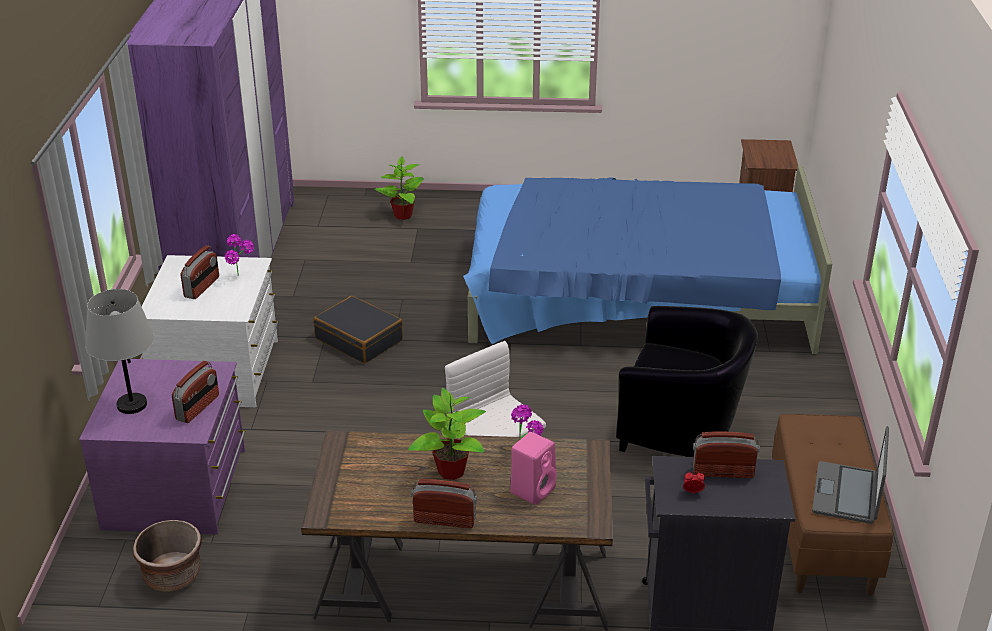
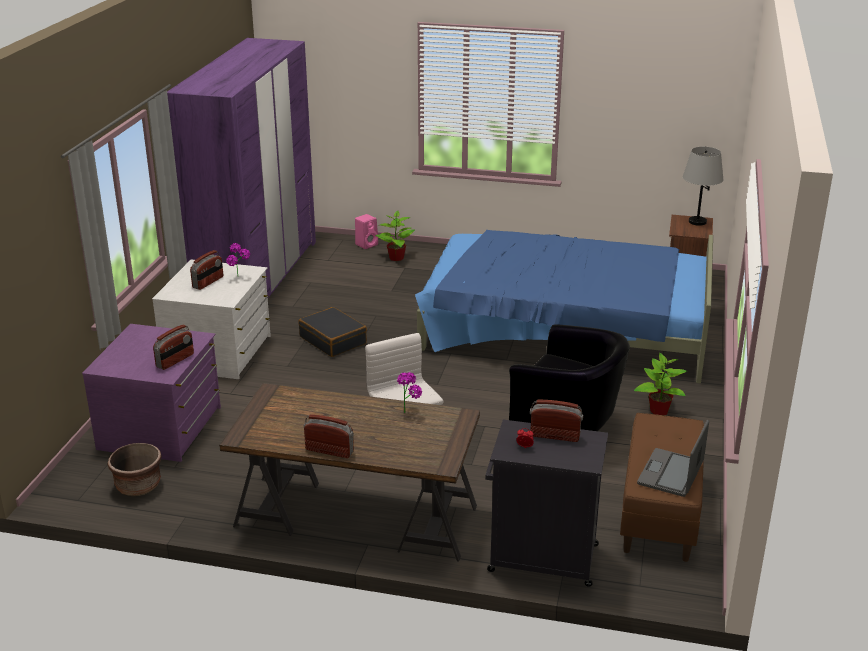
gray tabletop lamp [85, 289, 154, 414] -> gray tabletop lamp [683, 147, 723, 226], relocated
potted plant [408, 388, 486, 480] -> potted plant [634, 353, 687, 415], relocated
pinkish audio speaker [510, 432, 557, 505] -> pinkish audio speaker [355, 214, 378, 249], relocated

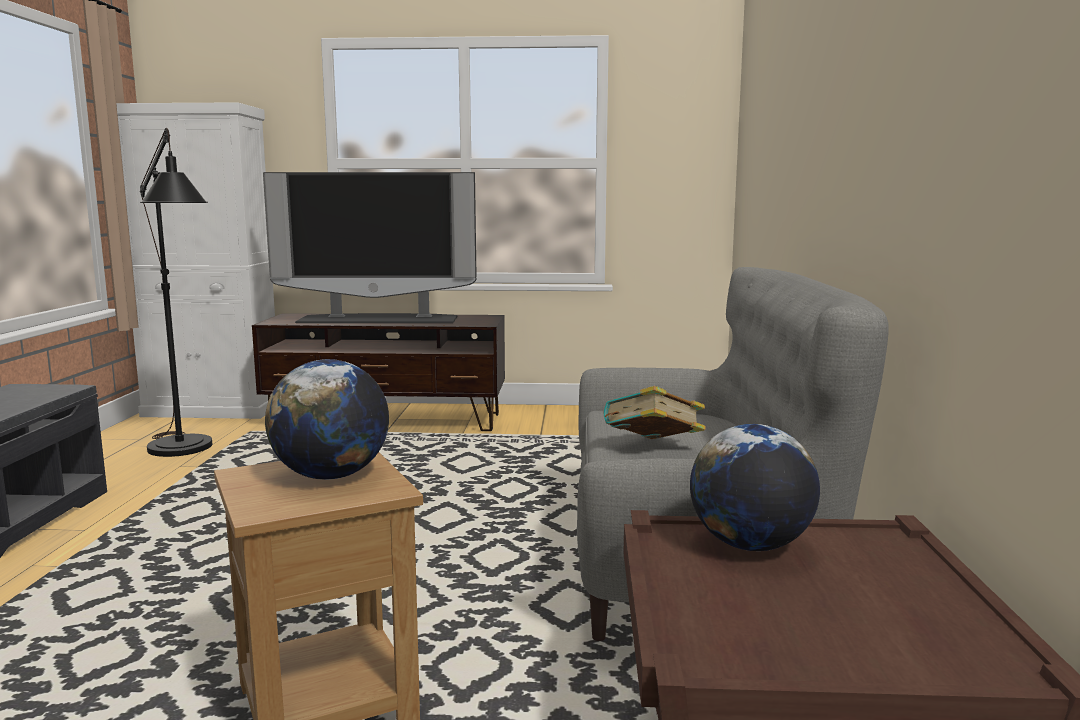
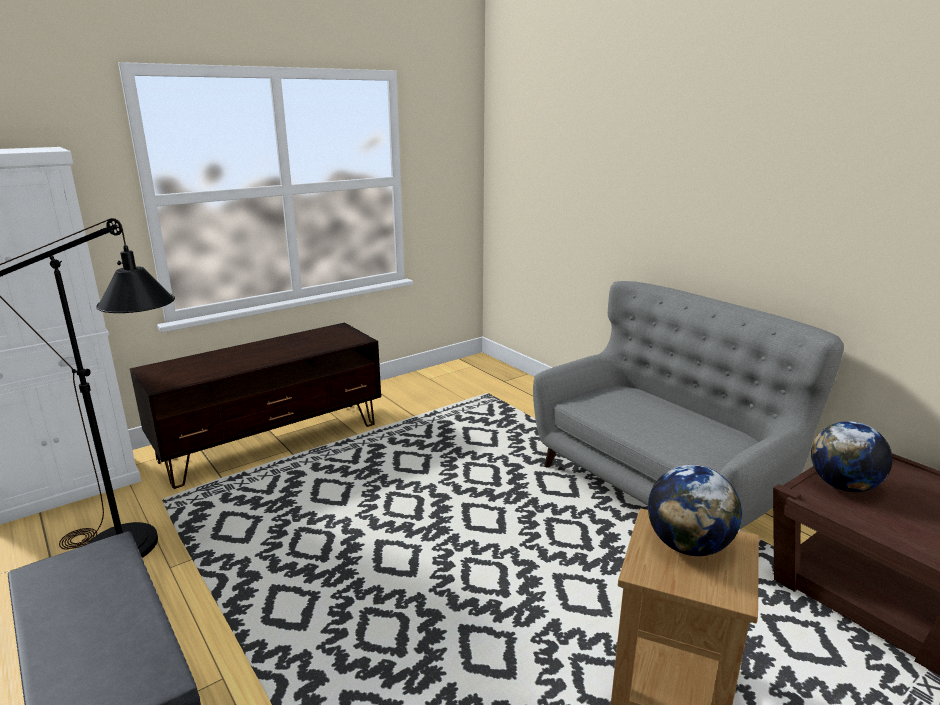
TV [263, 172, 477, 323] -> none
book [604, 386, 706, 439] -> none

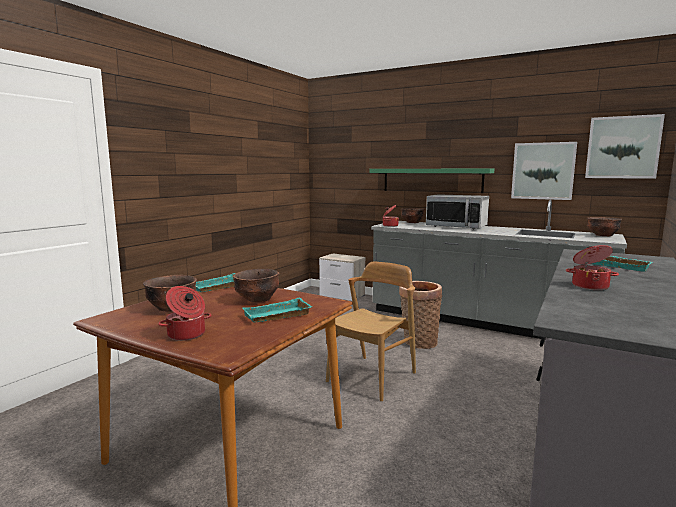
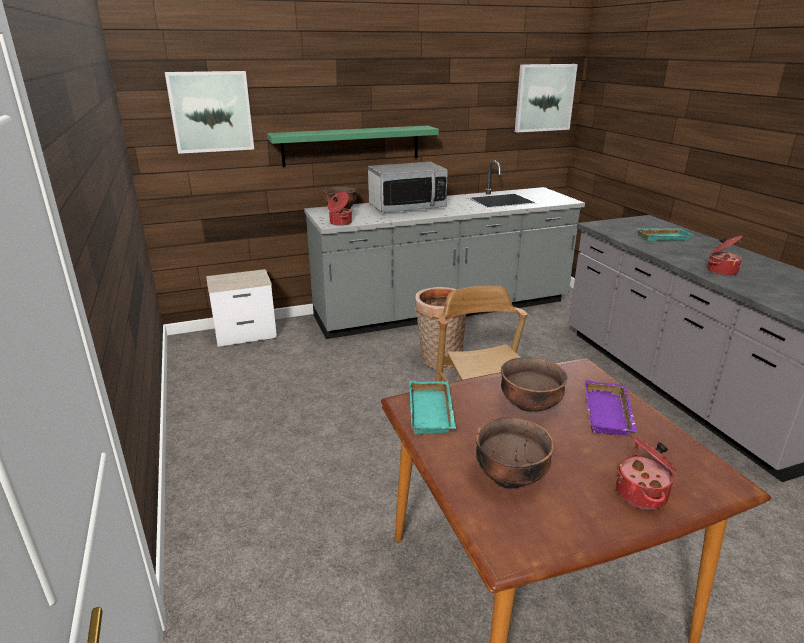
wall picture [511, 142, 577, 200] -> wall picture [165, 71, 254, 154], relocated
brown deep dish [587, 217, 622, 236] -> none
turquoise-coloured serving tray [243, 298, 312, 323] -> purple serving tray [585, 380, 637, 435]

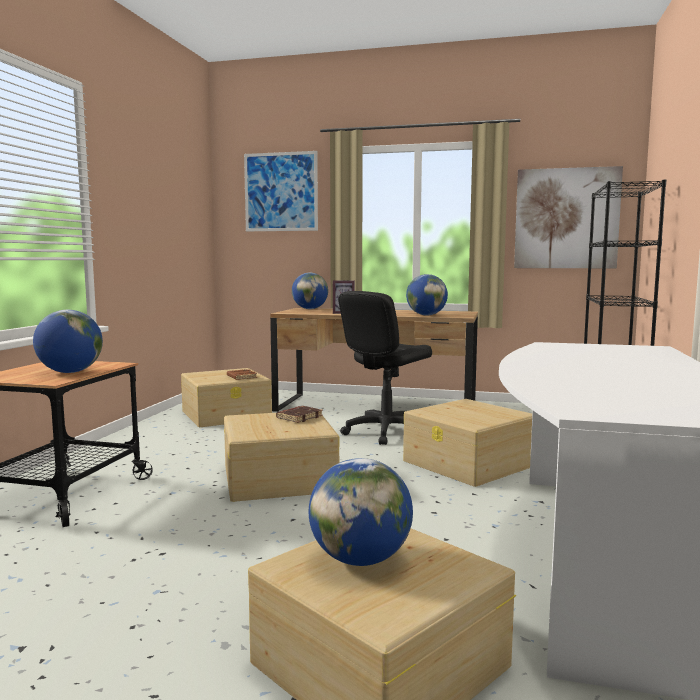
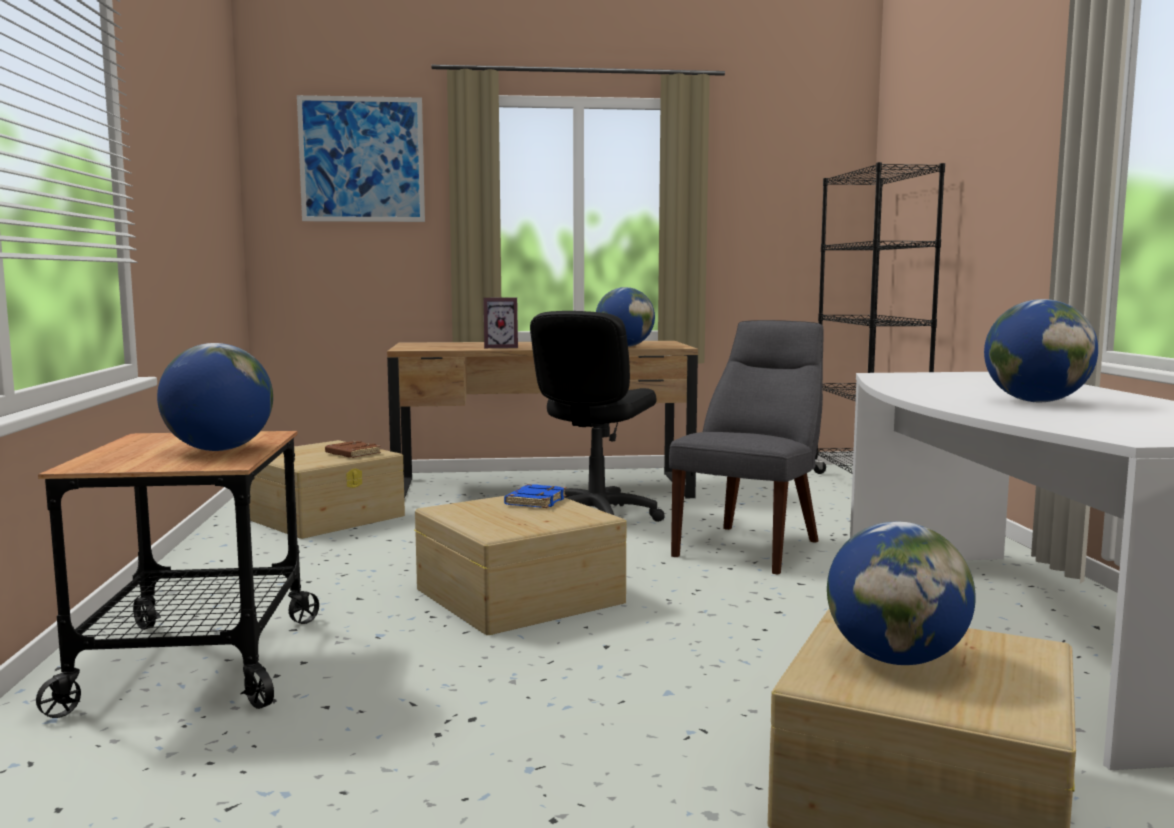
wall picture [514, 166, 623, 268] -> none
world globe [292, 273, 328, 309] -> world globe [984, 299, 1098, 402], relocated
beige storage box [403, 399, 532, 487] -> gray chair [669, 320, 823, 574]
brown book [276, 406, 323, 423] -> blue book [504, 484, 567, 508]

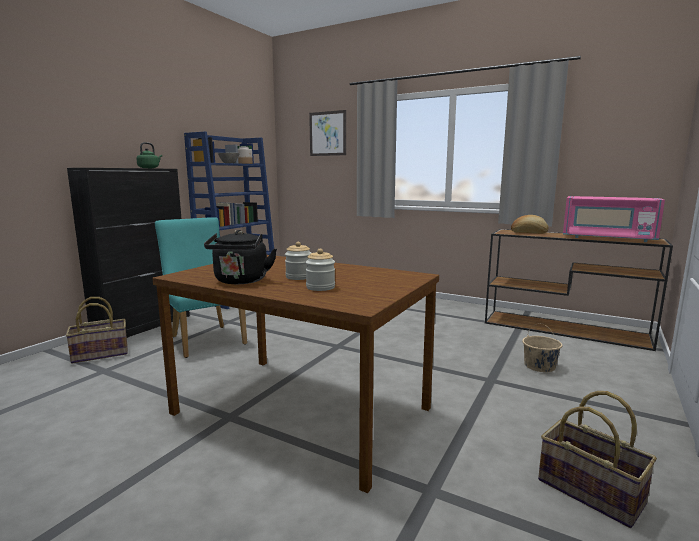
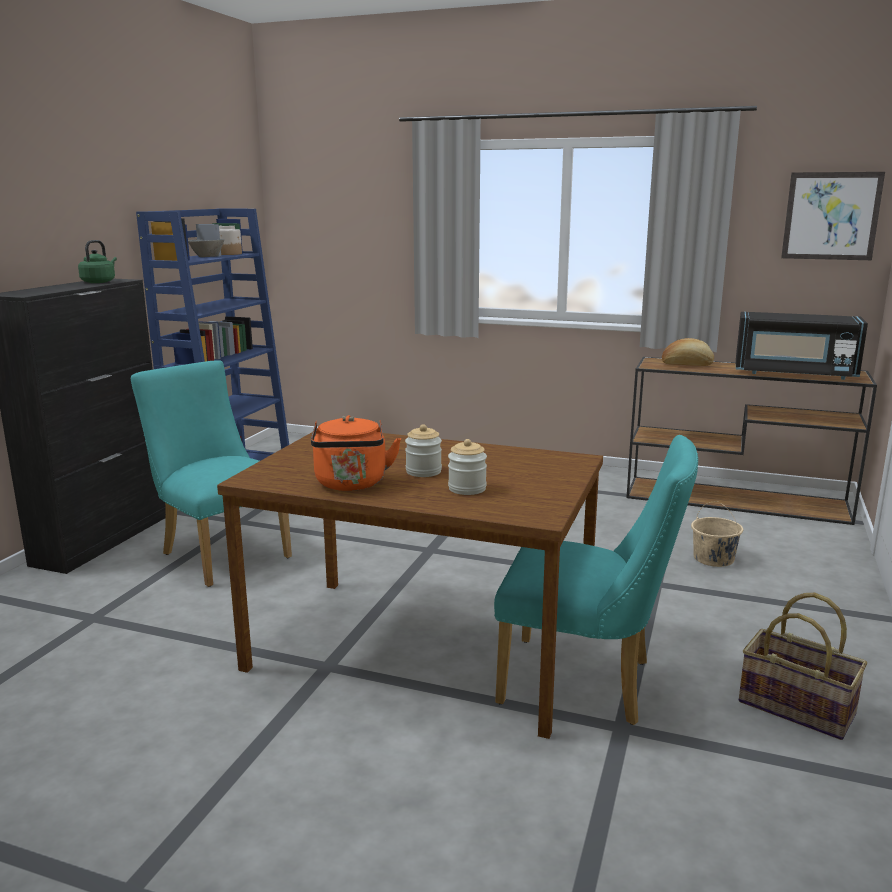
wall picture [309, 110, 346, 156] -> wall picture [781, 172, 885, 260], relocated
pinkish microwave oven [563, 196, 665, 242] -> blackish microwave oven [736, 312, 868, 380]
blackish kettle [204, 230, 277, 284] -> orangey kettle [311, 415, 401, 491]
basket [65, 297, 128, 363] -> none
none -> turquoise-coloured chair [494, 435, 698, 725]

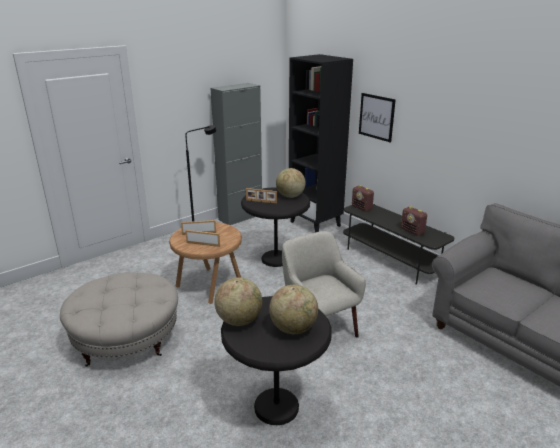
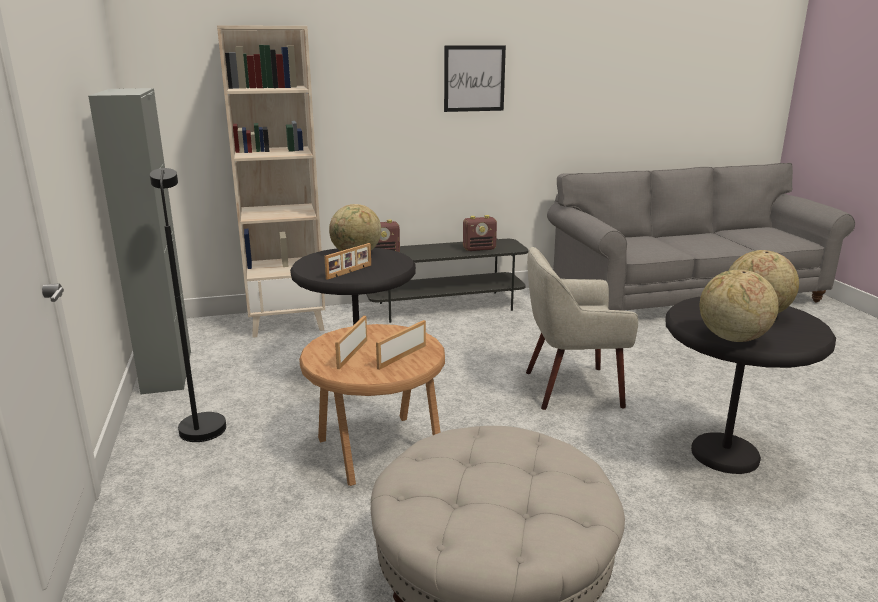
blackish bookcase [289, 54, 353, 232] -> beige bookcase [217, 25, 325, 338]
wall picture [359, 93, 396, 142] -> wall picture [444, 46, 506, 112], relocated

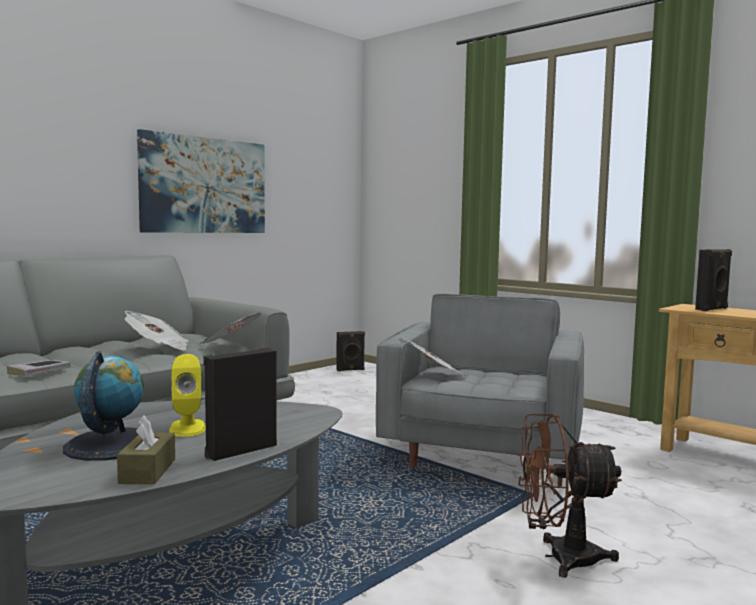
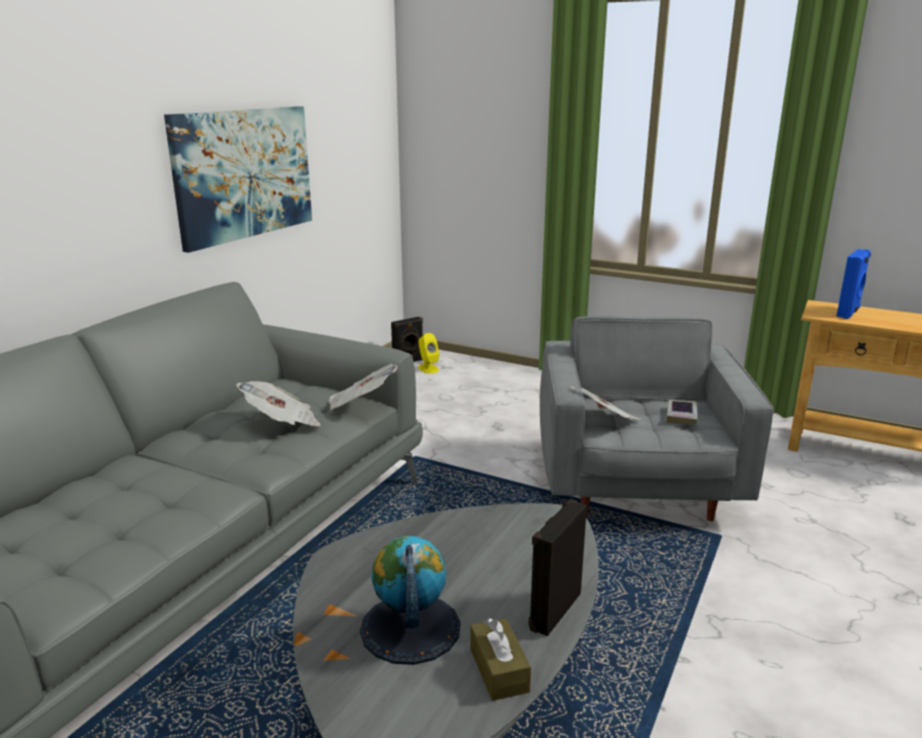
blackish audio speaker [695, 249, 732, 311] -> blue audio speaker [836, 249, 871, 319]
yellowish audio speaker [169, 354, 206, 437] -> yellowish audio speaker [418, 333, 440, 374], relocated
book [7, 360, 71, 376] -> book [667, 400, 697, 425], relocated
brown electric fan [518, 414, 622, 578] -> none

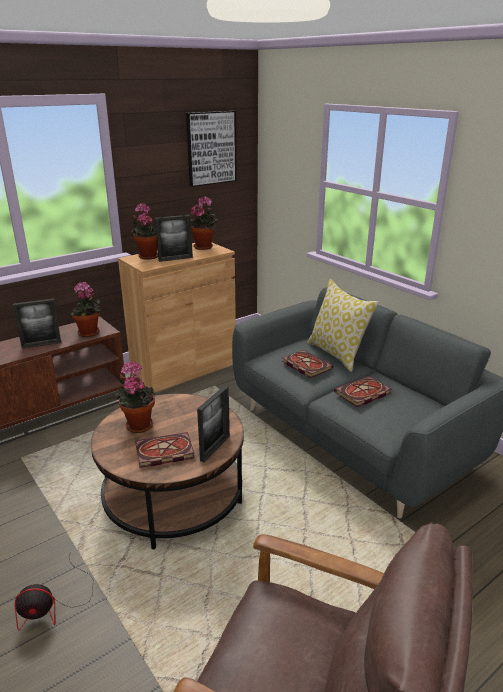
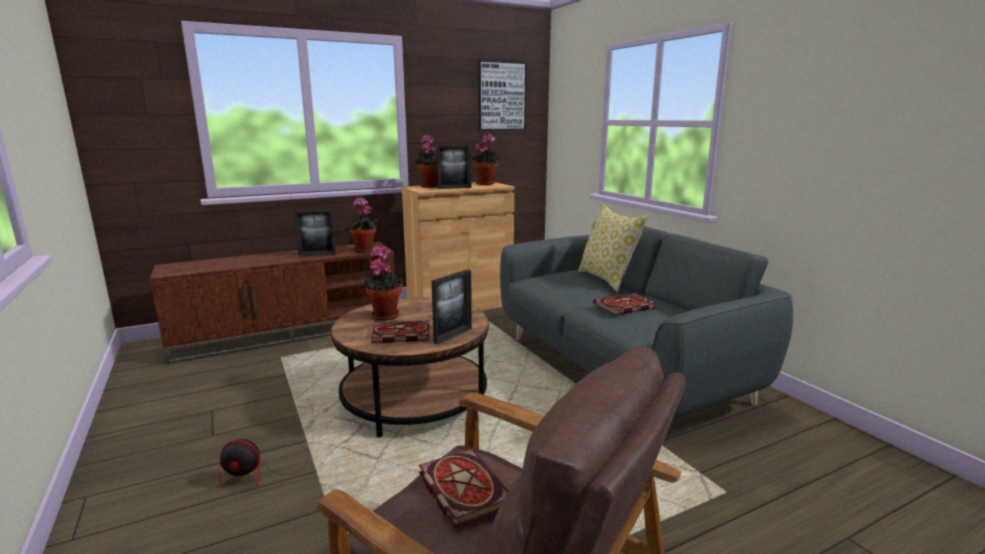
book [282, 350, 333, 378] -> book [419, 448, 508, 528], relocated

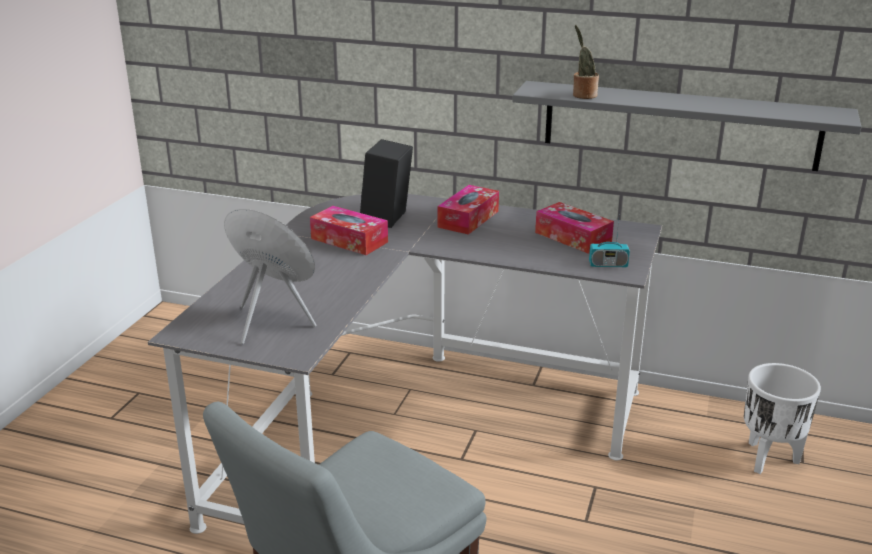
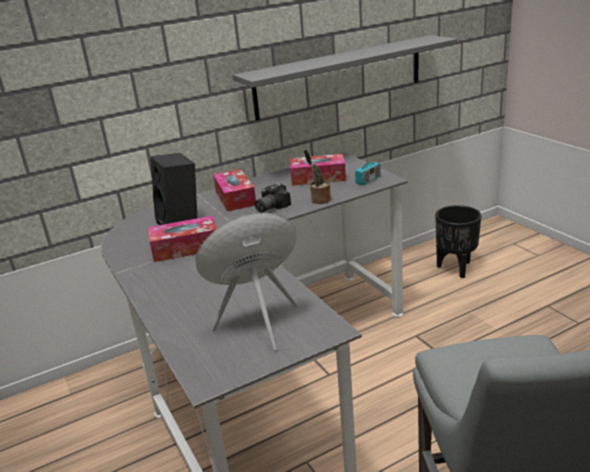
potted plant [573, 25, 599, 99] -> potted plant [304, 150, 331, 204], relocated
white-coloured flower pot [744, 363, 821, 474] -> blackish flower pot [435, 205, 481, 278]
none -> photo camera [255, 183, 291, 213]

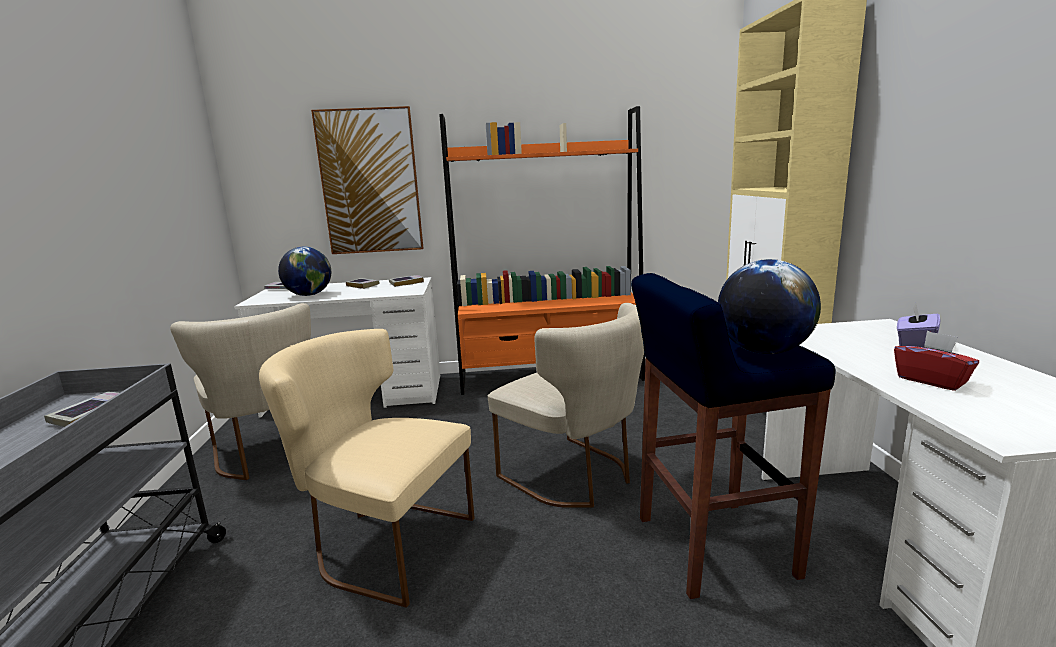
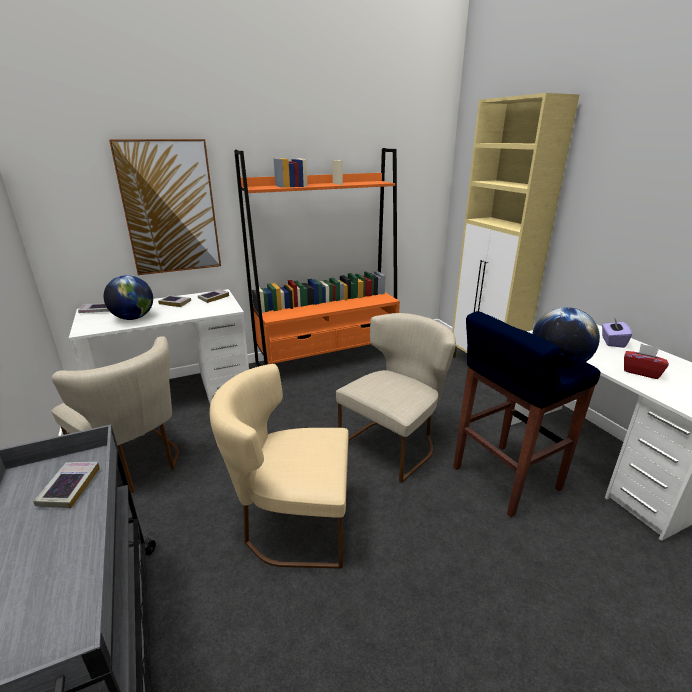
beige chair [488, 303, 644, 508] -> beige chair [336, 313, 456, 483], 75 degrees counterclockwise

